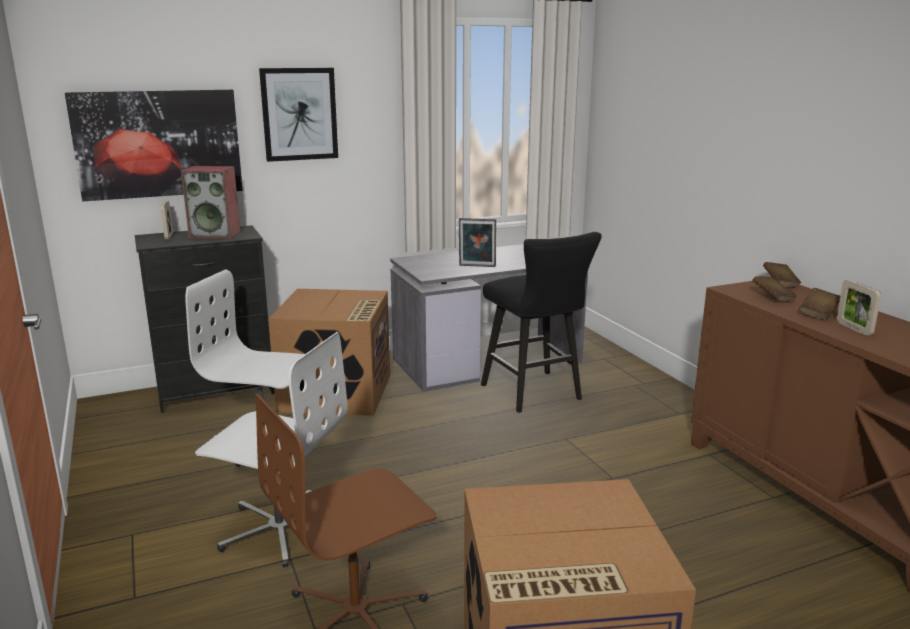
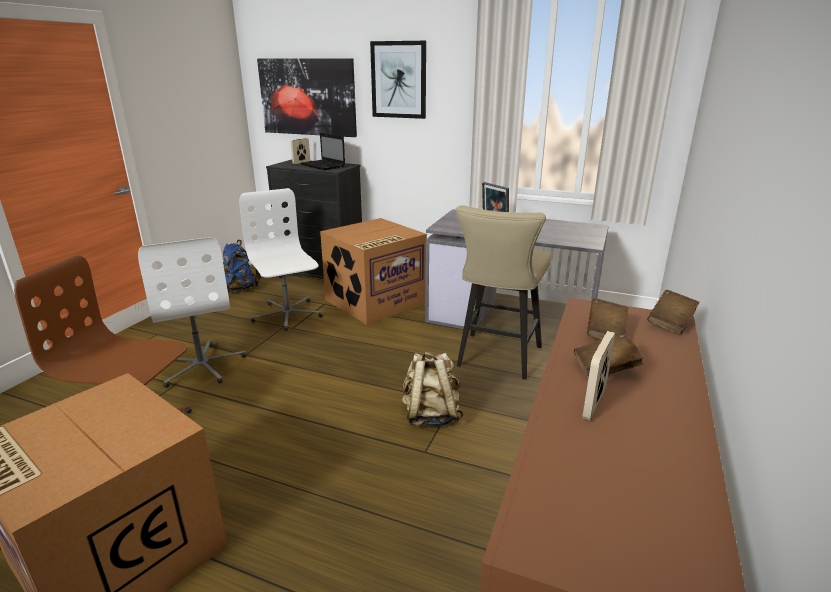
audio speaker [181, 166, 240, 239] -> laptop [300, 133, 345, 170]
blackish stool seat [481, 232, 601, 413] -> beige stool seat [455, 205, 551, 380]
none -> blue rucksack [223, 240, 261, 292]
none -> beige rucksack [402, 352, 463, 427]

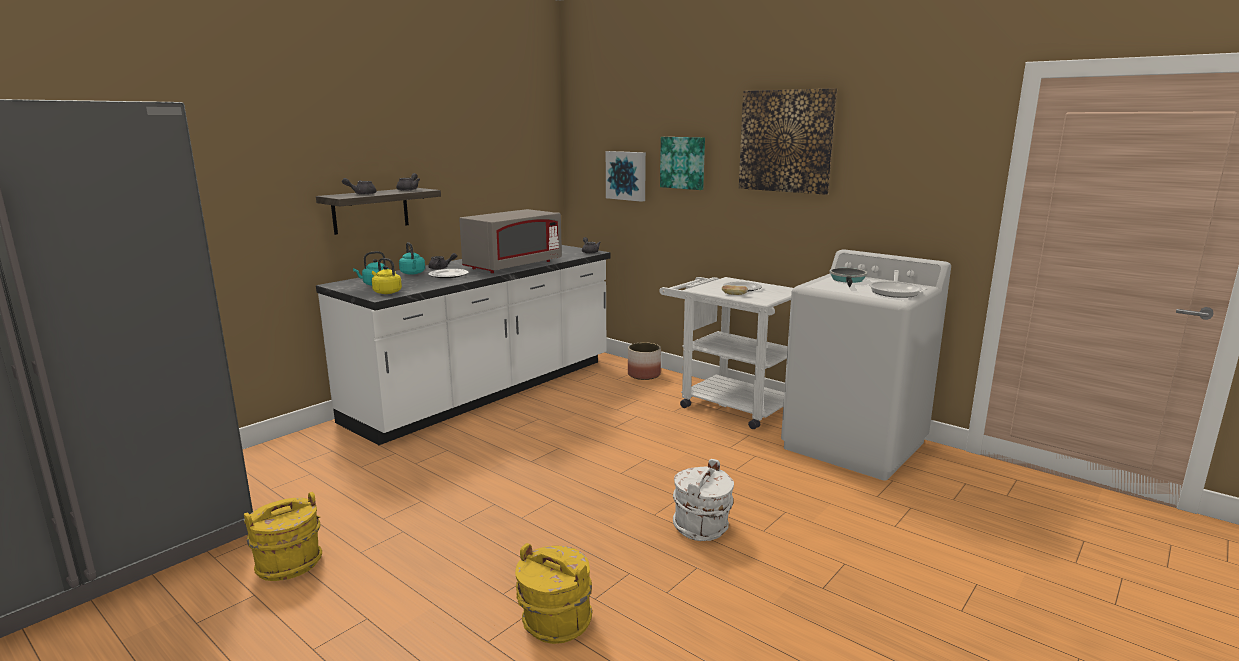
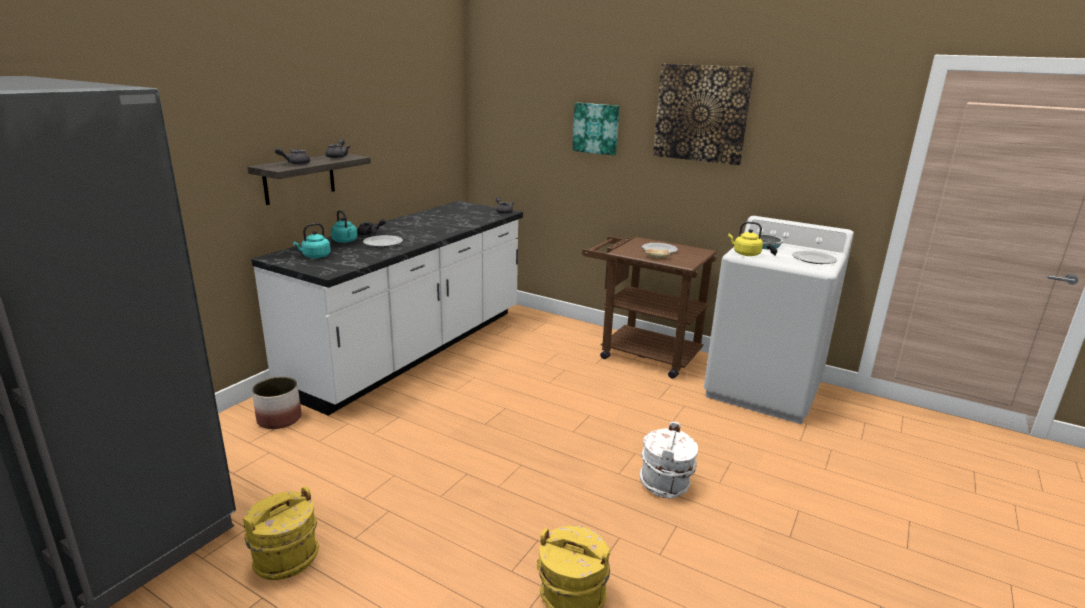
wall picture [606, 151, 646, 202] -> none
gray microwave oven [459, 209, 562, 273] -> none
yellowish kettle [372, 258, 402, 294] -> yellowish kettle [728, 222, 763, 256], relocated
skillet [869, 270, 922, 298] -> flat dish [792, 251, 837, 264]
white-coloured wheeled cart [660, 277, 793, 429] -> brown wheeled cart [582, 236, 716, 378]
flower pot [628, 342, 661, 380] -> flower pot [252, 377, 301, 429], relocated

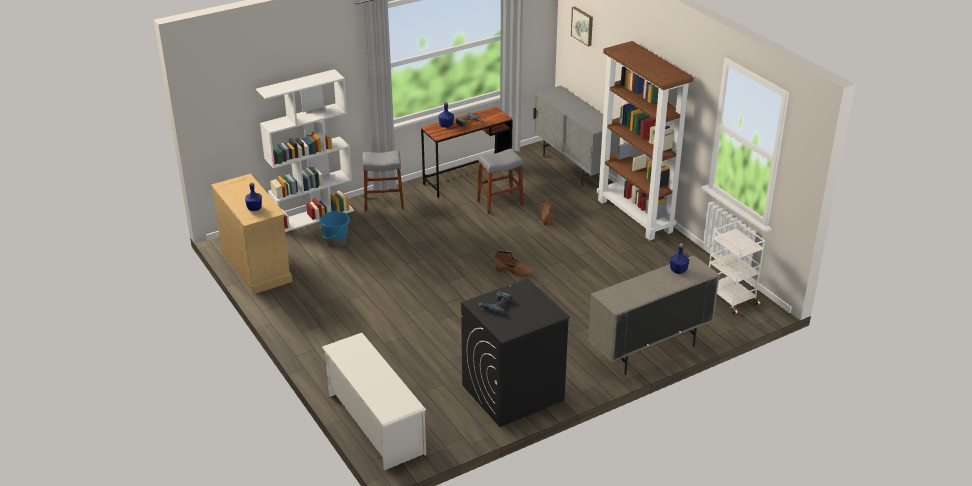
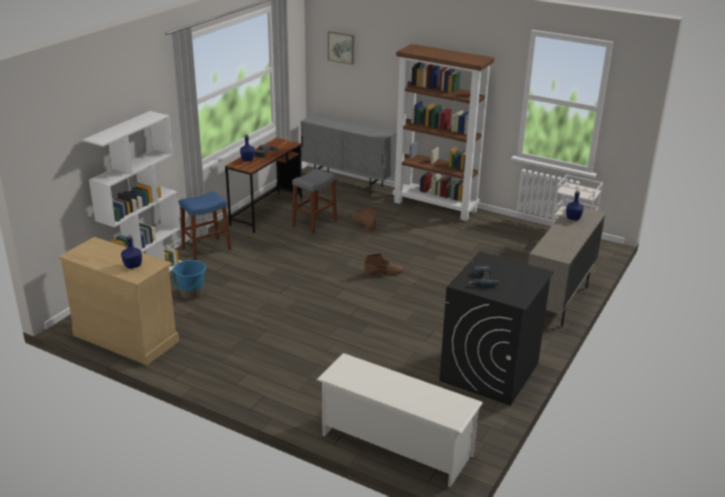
gray stool seat [363, 150, 404, 211] -> blue stool seat [179, 191, 231, 260]

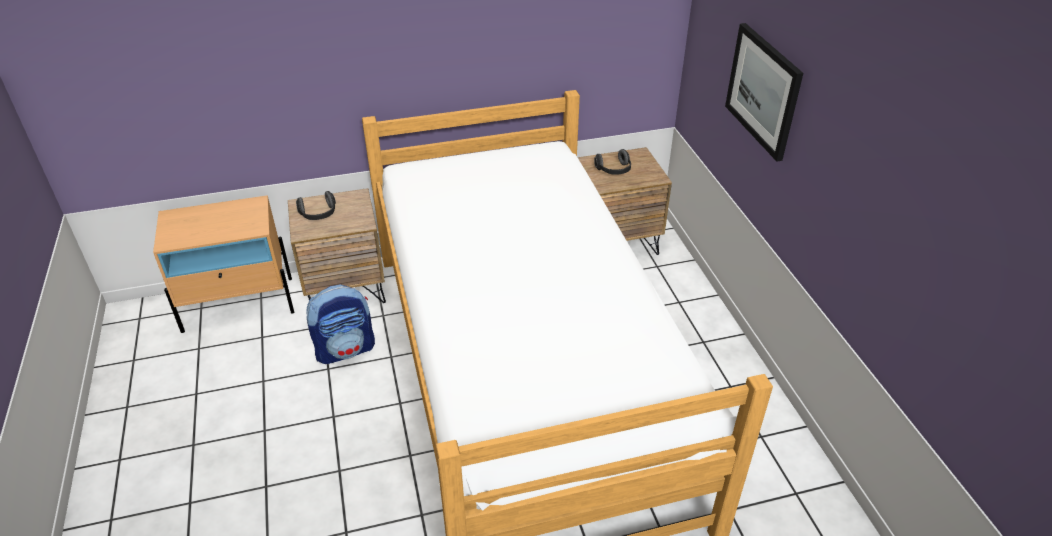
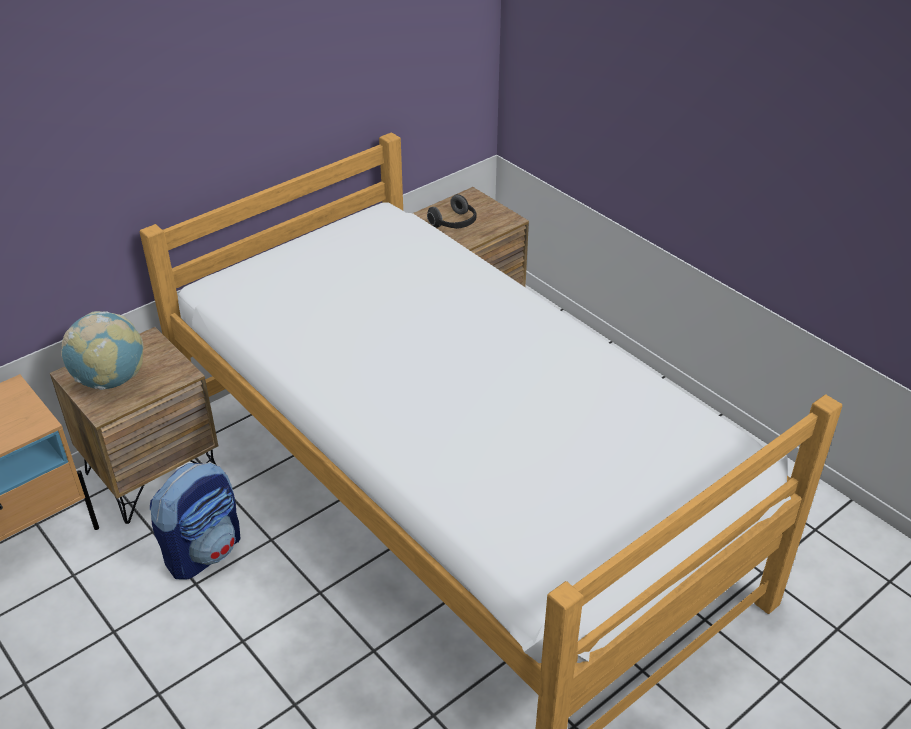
wall picture [725, 23, 803, 162] -> none
pair of headphones [296, 191, 336, 220] -> world globe [61, 311, 144, 390]

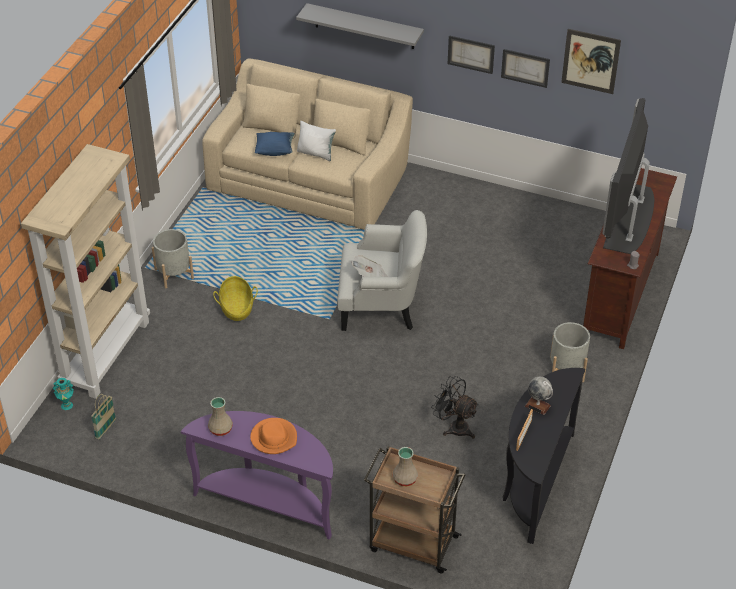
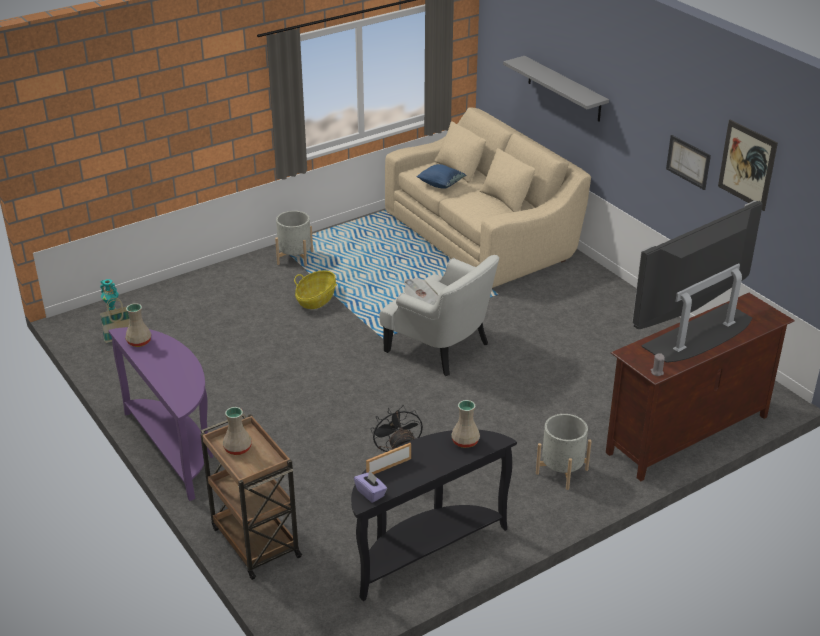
wall picture [448, 35, 495, 74] -> none
white-coloured cushion [297, 121, 336, 161] -> none
beige bookcase [21, 144, 150, 399] -> none
world globe [525, 377, 553, 415] -> none
orangey wearable hat [250, 418, 297, 454] -> none
none -> beige decorative vase [451, 400, 480, 448]
none -> purple tissue box [354, 470, 387, 503]

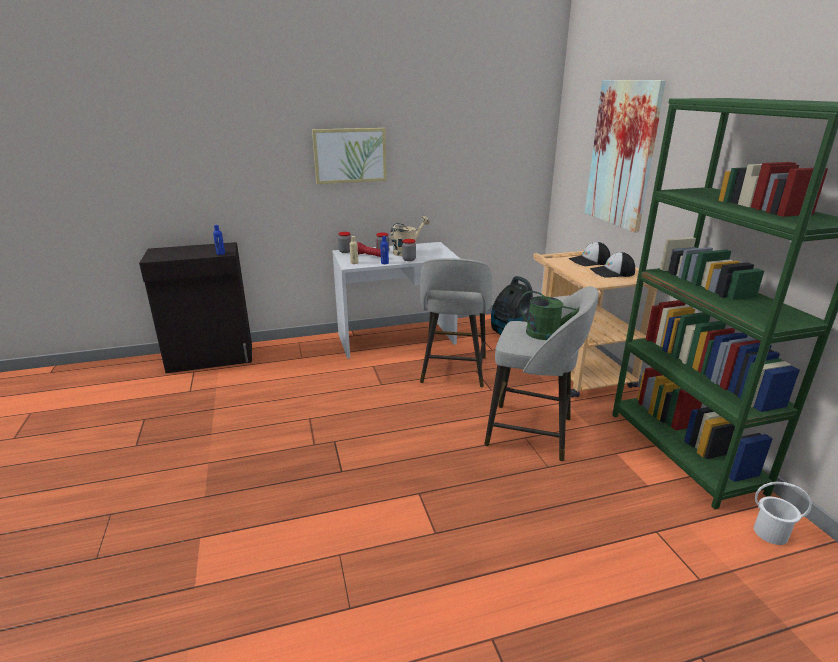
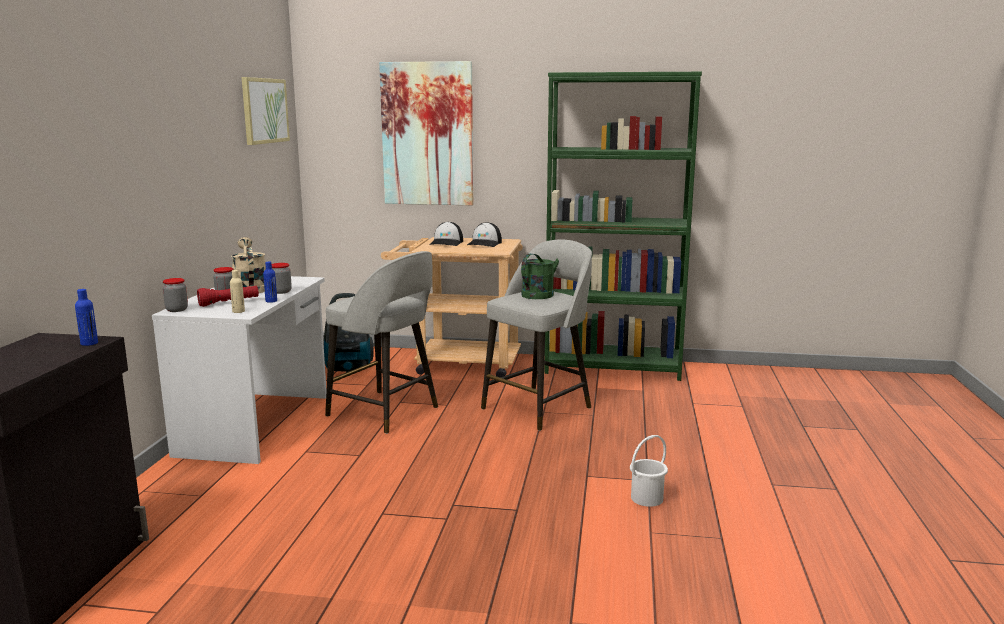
wall picture [312, 128, 387, 184] -> wall picture [242, 77, 290, 145], relocated
white-coloured water bucket [754, 482, 812, 545] -> white-coloured water bucket [630, 435, 668, 507], relocated

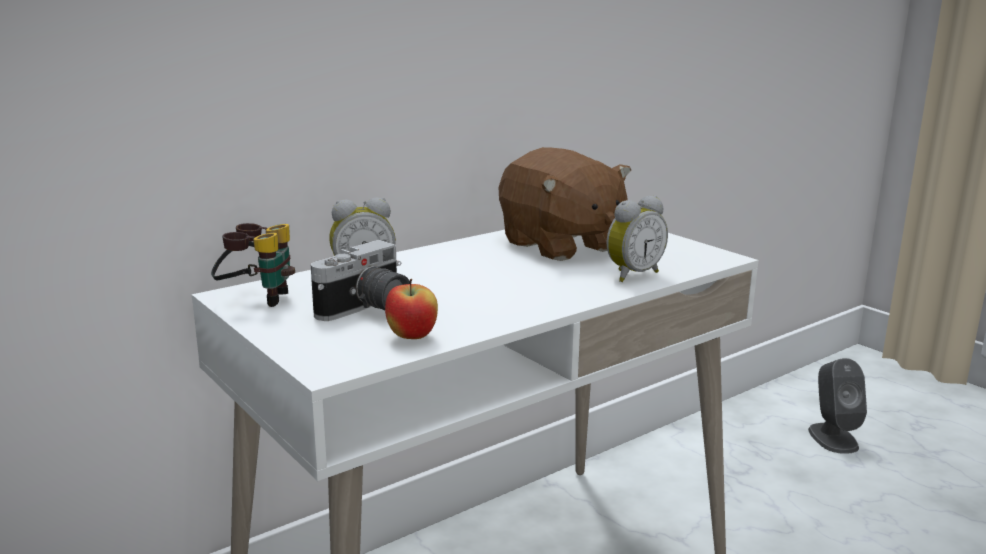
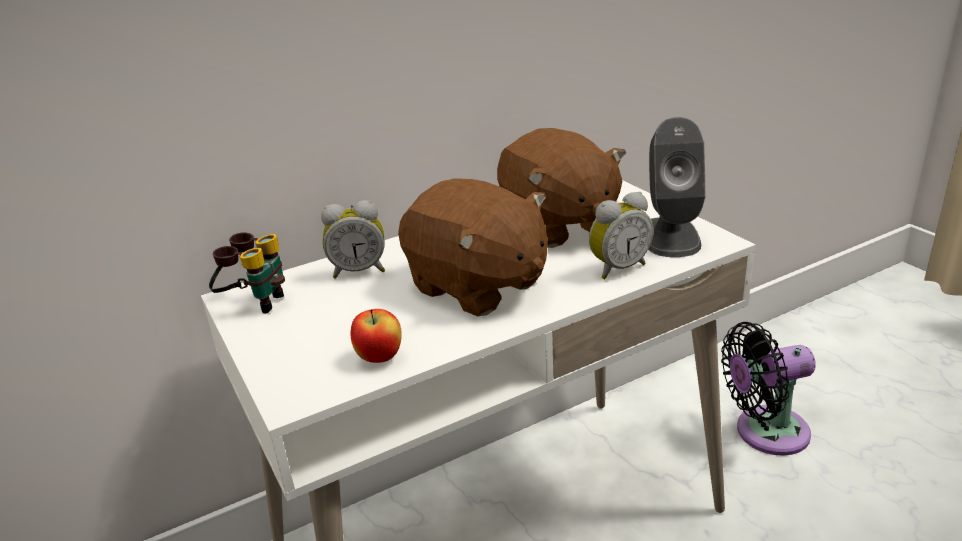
photo camera [311, 240, 410, 321] -> none
gray audio speaker [808, 358, 867, 454] -> gray audio speaker [648, 117, 706, 257], relocated
none -> brown plush toy [398, 178, 547, 316]
none -> blackish electric fan [721, 322, 816, 455]

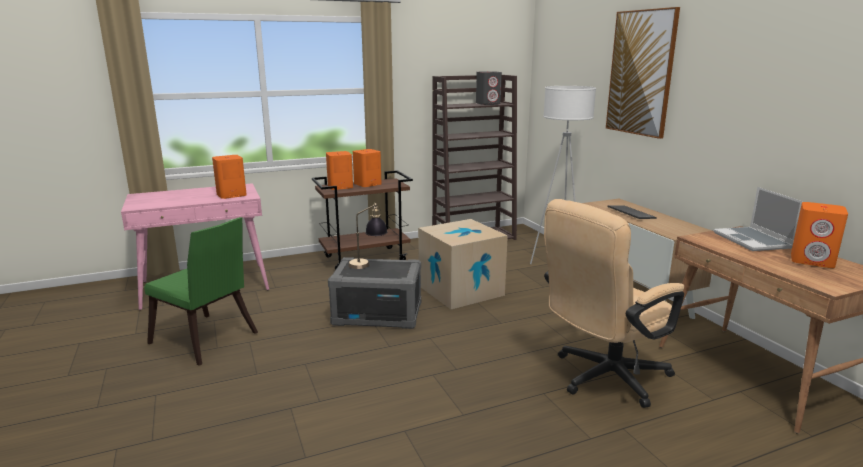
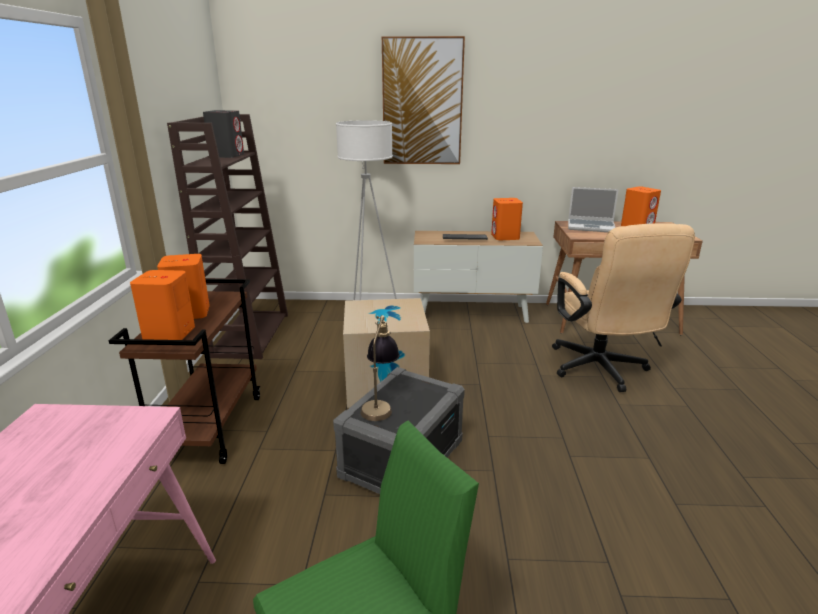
orangey audio speaker [212, 155, 247, 199] -> orangey audio speaker [491, 198, 523, 240], relocated

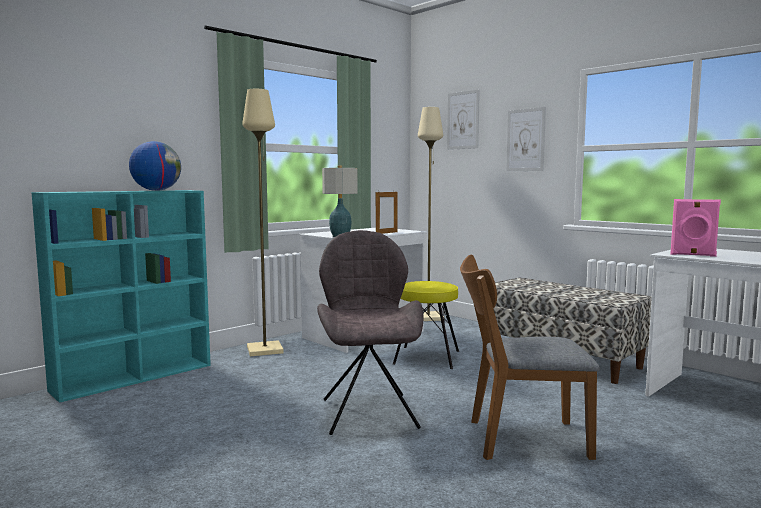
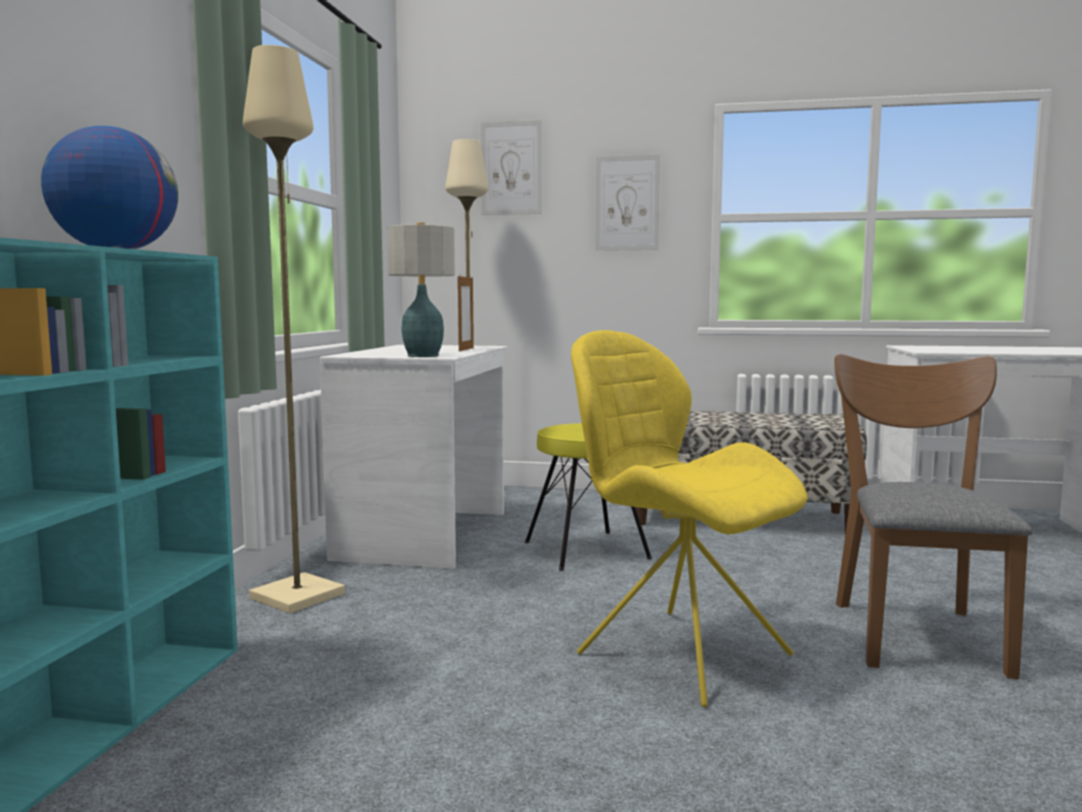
pinkish audio speaker [670, 199, 721, 257] -> none
gray chair [317, 230, 424, 435] -> yellowish chair [571, 330, 808, 707]
brown chair [460, 255, 600, 460] -> brown chair [834, 354, 1032, 679], 135 degrees clockwise

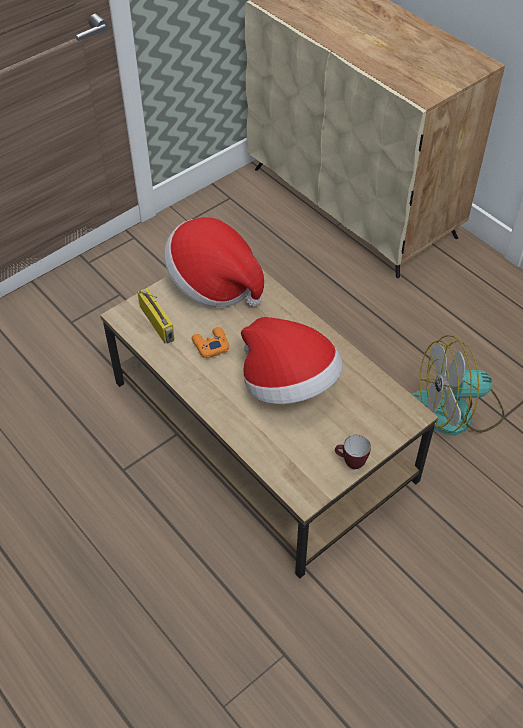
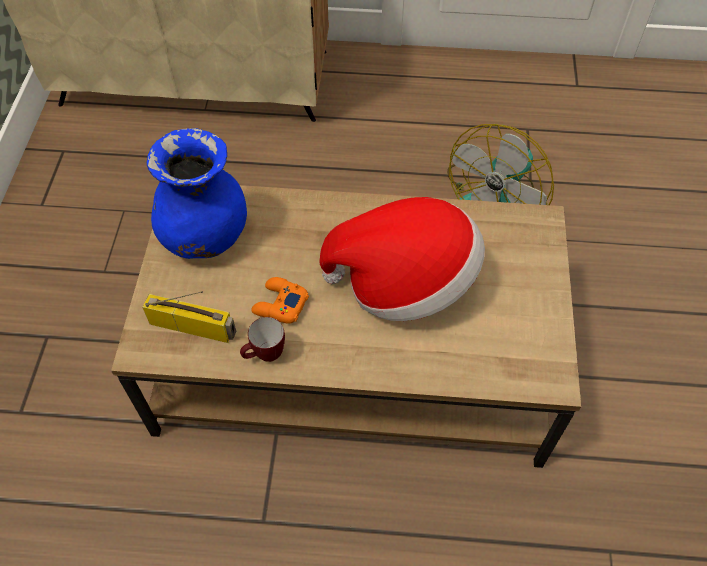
wearable hat [164, 217, 264, 308] -> blue decorative vase [147, 128, 247, 259]
coffee mug [335, 435, 371, 469] -> coffee mug [240, 317, 285, 362], relocated

